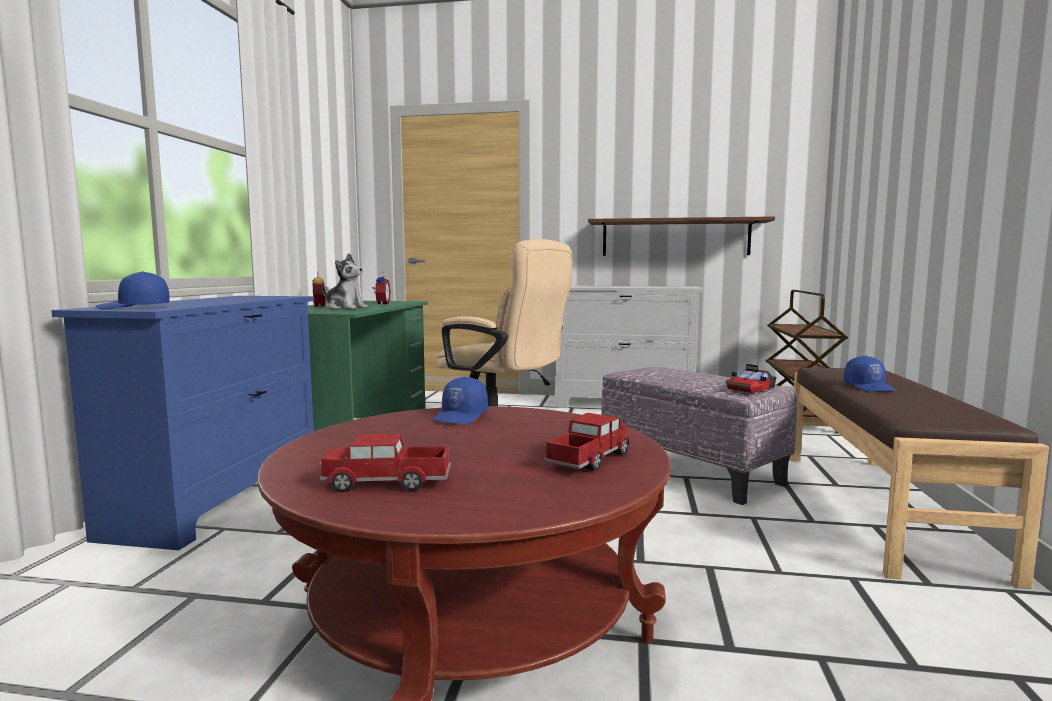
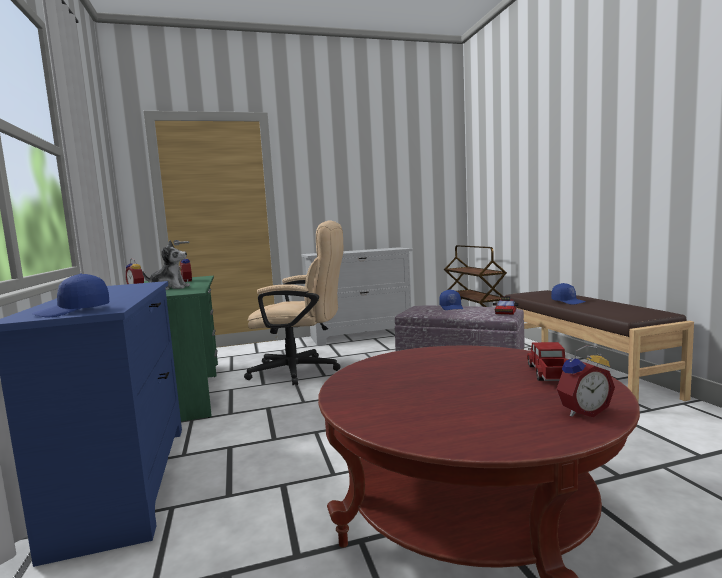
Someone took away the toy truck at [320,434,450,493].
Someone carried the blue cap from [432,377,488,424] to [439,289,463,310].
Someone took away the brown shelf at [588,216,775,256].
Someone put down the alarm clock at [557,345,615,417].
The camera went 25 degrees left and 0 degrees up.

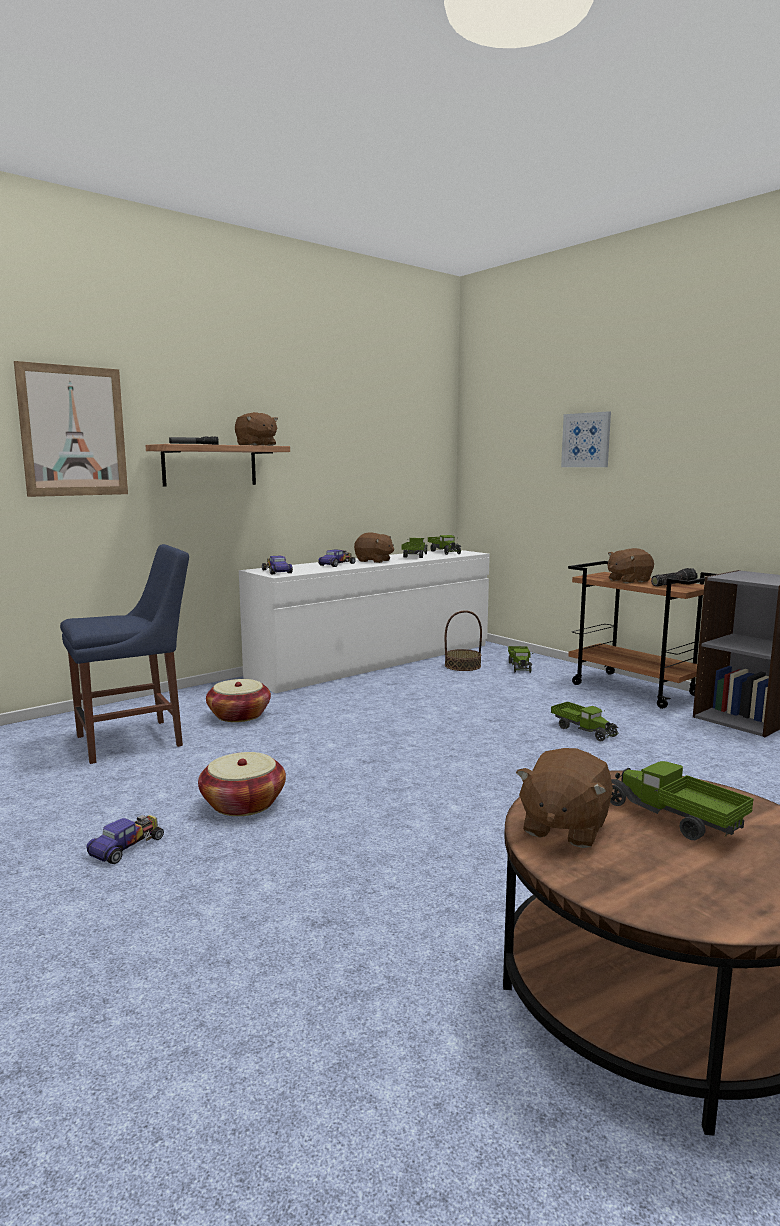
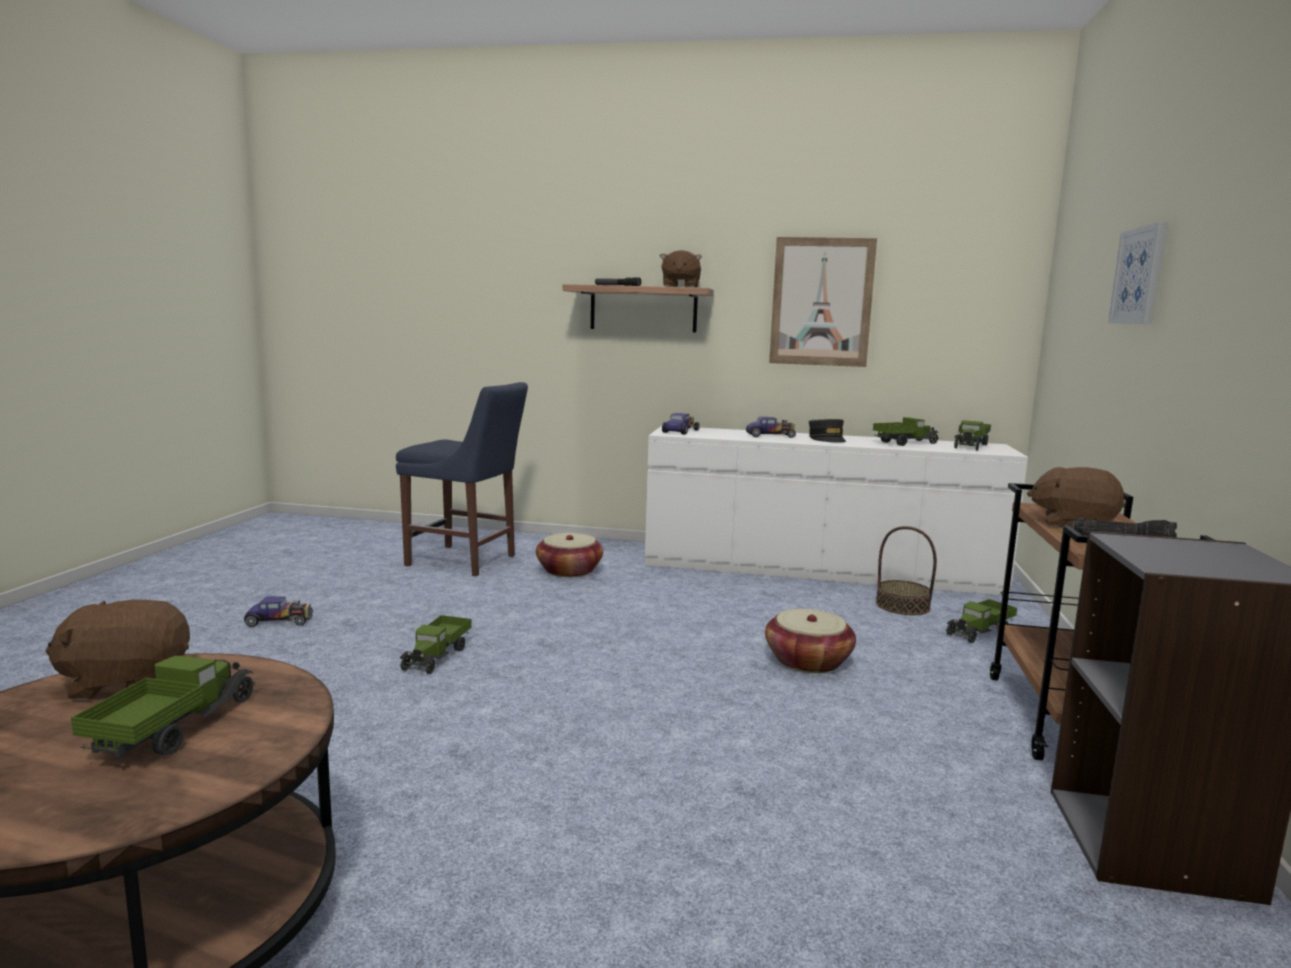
Someone carried the picture from [14,361,128,497] to [769,237,877,367].
Someone carried the basket from [198,752,286,816] to [765,609,856,673].
Someone swapped the brown plush toy at [354,533,394,563] for the grey cap at [809,419,846,443].
Someone carried the toy truck from [551,702,618,741] to [400,615,472,674].
The camera went 50 degrees right and 0 degrees up.

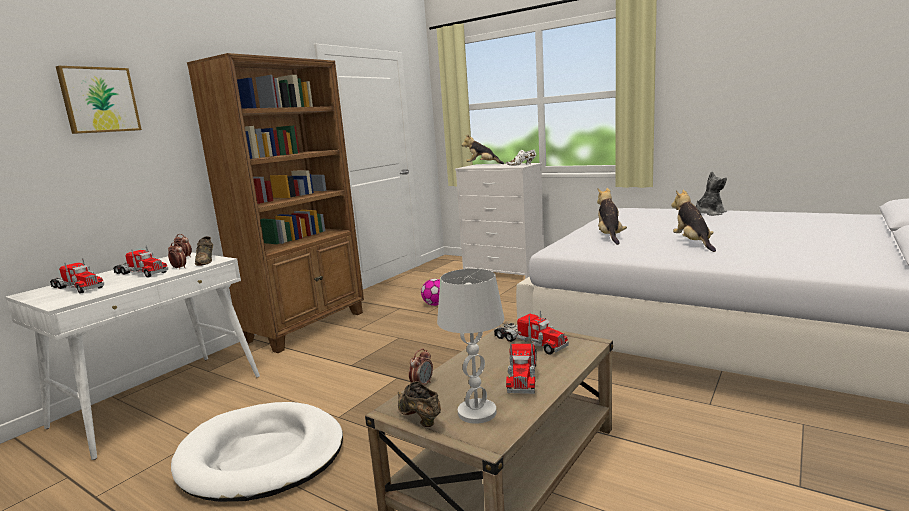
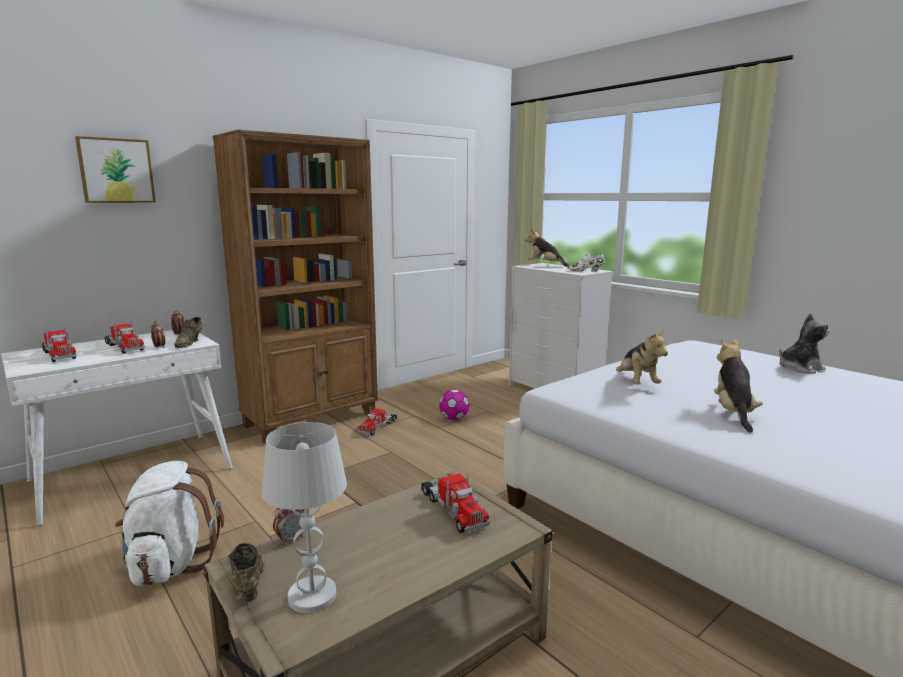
Someone swapped the white dog bed at [171,402,343,502] for the white backpack at [115,461,224,586].
Someone carried the toy truck from [506,344,537,394] to [358,408,397,435].
Someone rotated the plush toy at [597,188,627,245] by 150 degrees clockwise.
The camera went 15 degrees right and 0 degrees up.

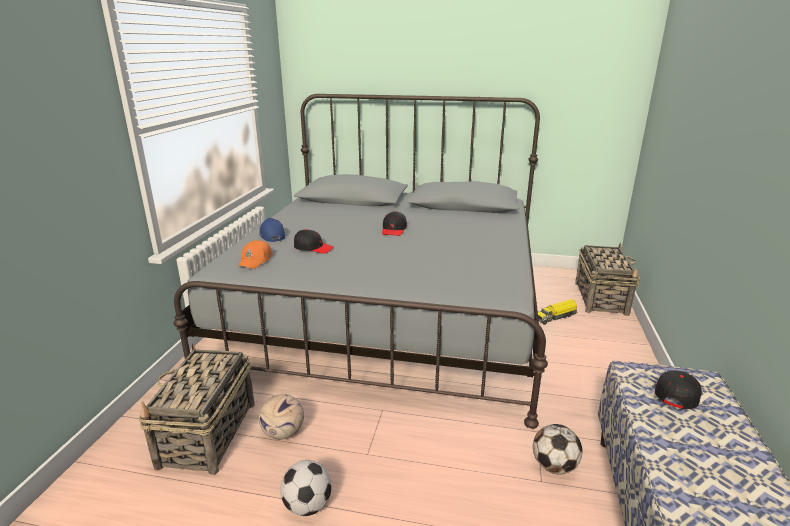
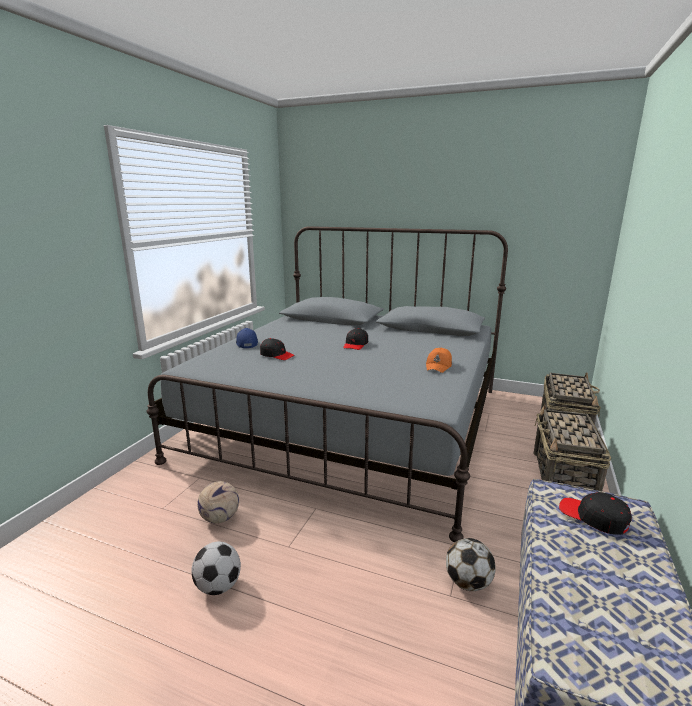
Someone carried the basket from [139,343,255,475] to [533,405,611,491].
Someone carried the orange cap from [239,240,273,269] to [426,347,452,373].
Someone took away the toy truck at [538,299,577,325].
Someone rotated the black cap at [655,370,702,409] by 90 degrees counterclockwise.
The camera went 10 degrees right and 5 degrees down.

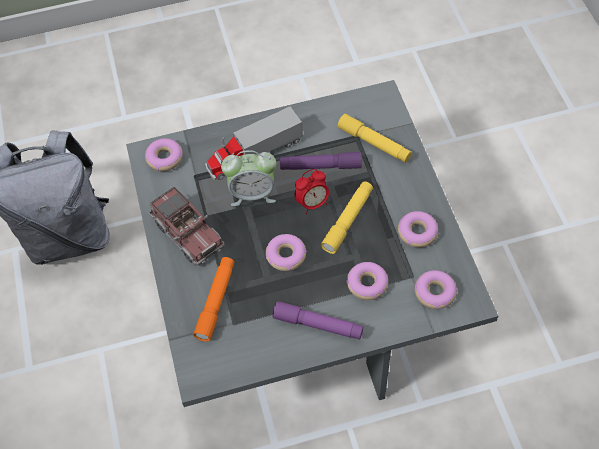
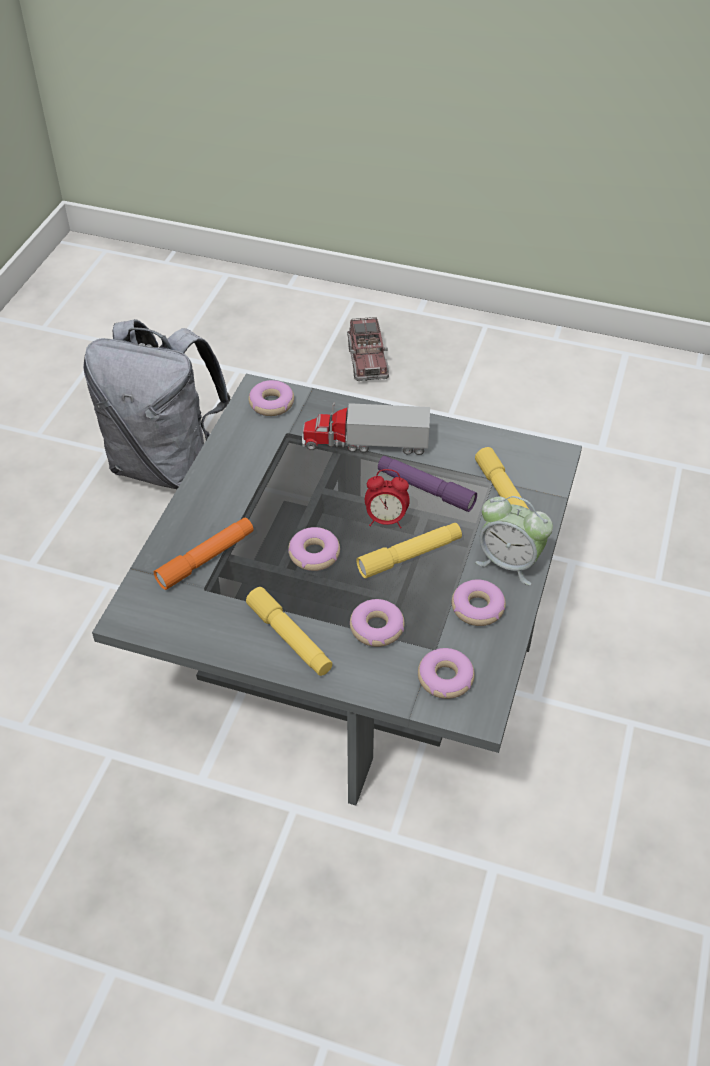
Someone carried the toy truck from [149,187,225,266] to [347,317,389,381].
Someone carried the alarm clock from [221,150,276,206] to [475,496,553,585].
Someone repainted the purple flashlight at [273,301,364,340], which became the yellow flashlight at [246,587,332,676].
The camera went 30 degrees right and 10 degrees down.

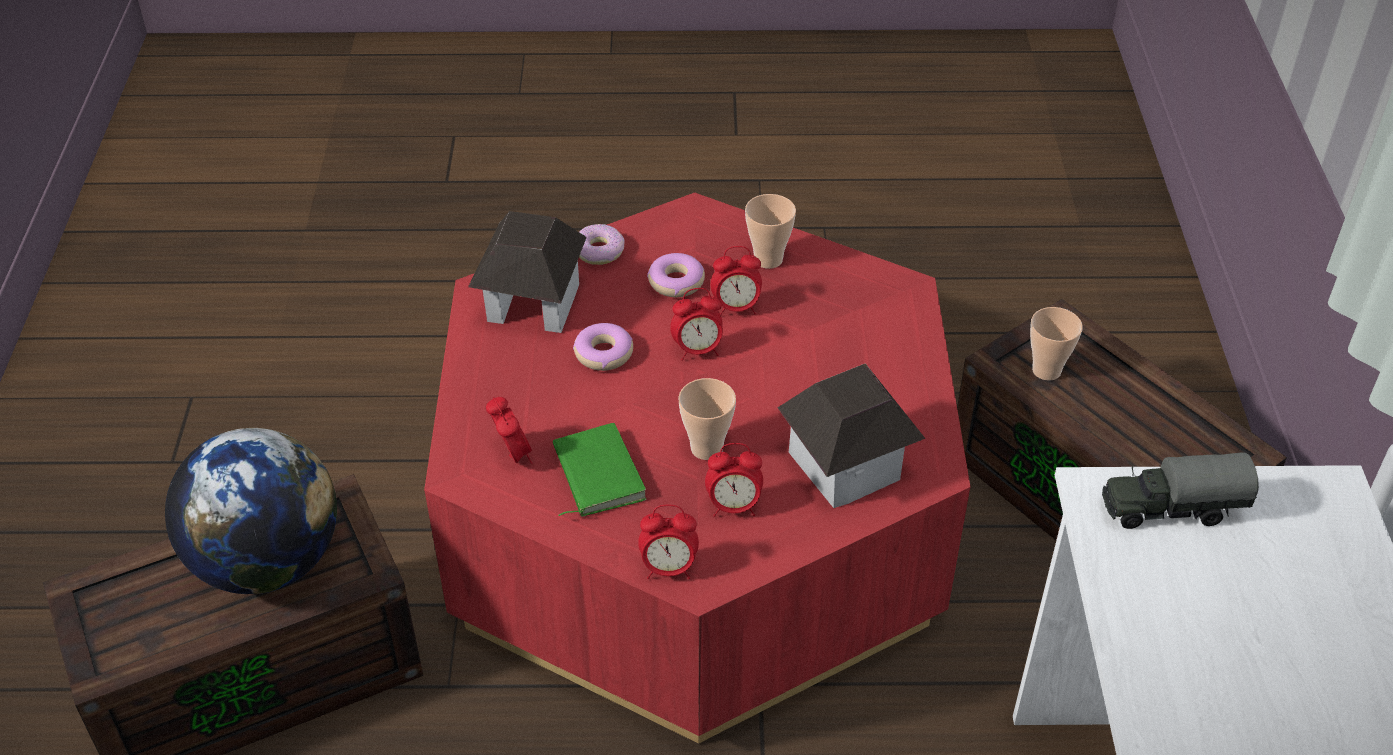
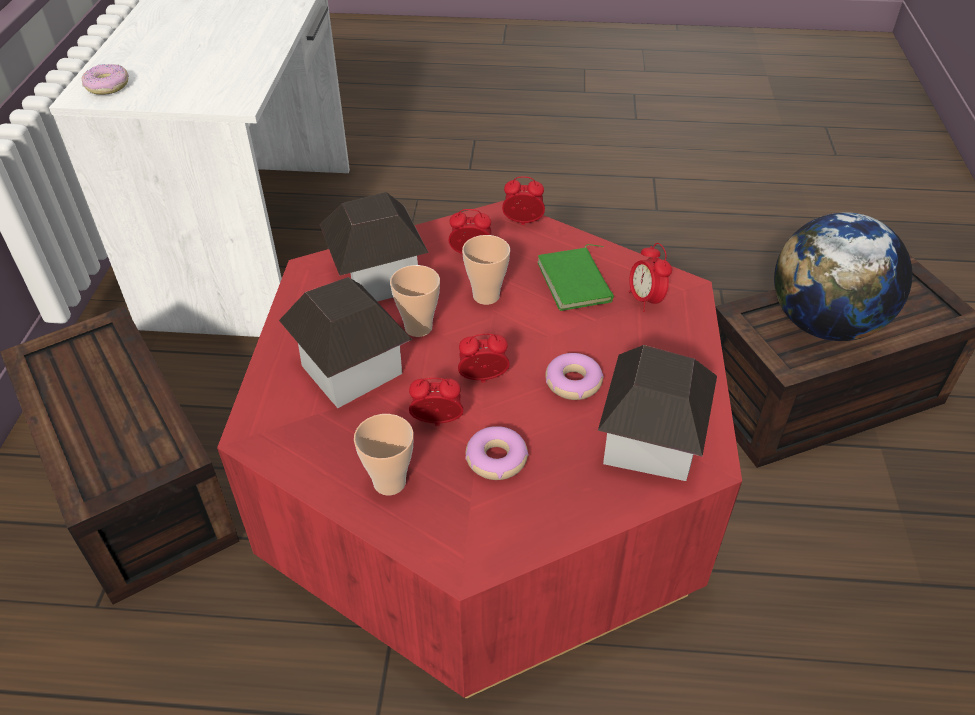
Someone carried the donut from [579,224,625,265] to [82,64,129,95].
Someone carried the cup from [1030,307,1083,381] to [390,265,440,337].
Someone took away the toy truck at [1102,452,1259,529].
Someone put down the toy house at [279,277,412,408].
The camera went 175 degrees left and 0 degrees up.

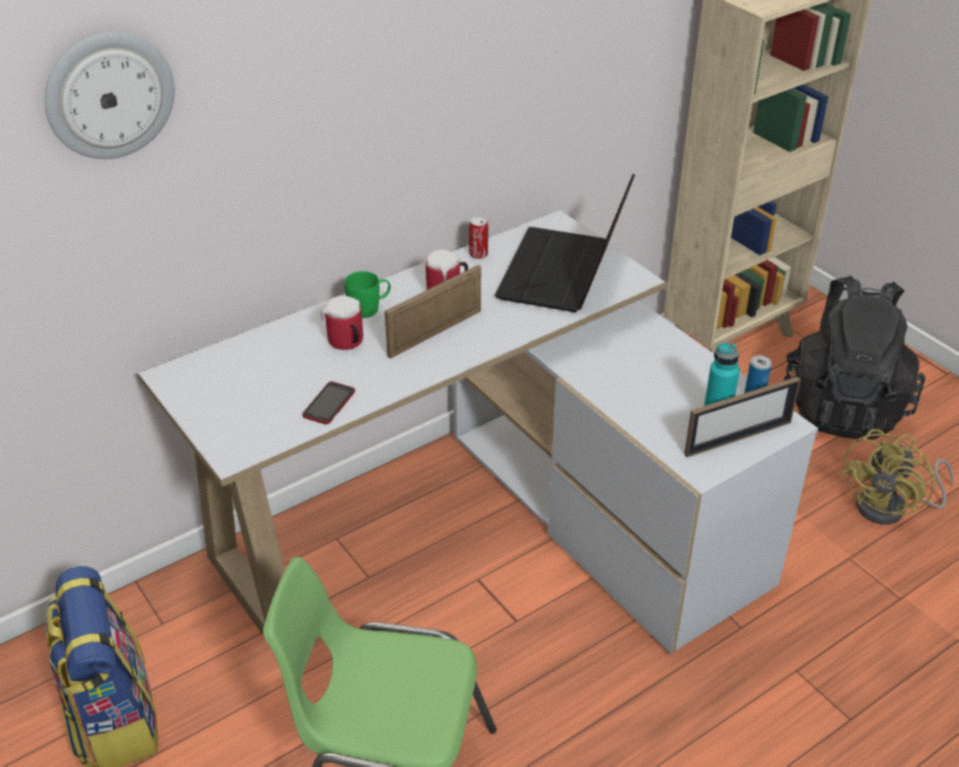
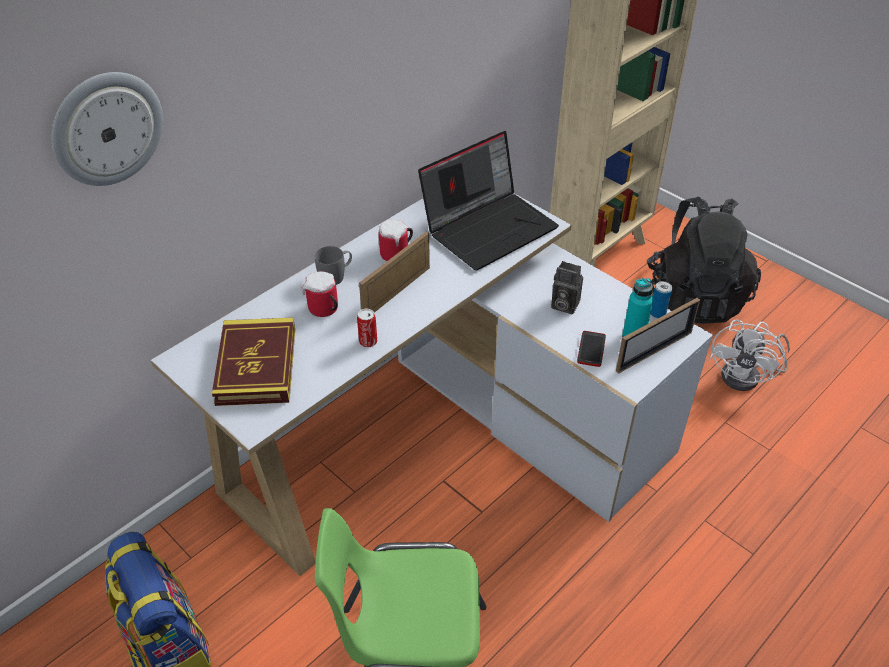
Someone carried the phone from [302,381,355,424] to [577,331,606,367].
Someone repainted the green mug at [345,271,391,318], which became the grey mug at [315,246,352,285].
Someone carried the can from [469,216,488,259] to [357,309,377,347].
Someone rotated the laptop at [495,174,635,312] by 135 degrees counterclockwise.
Someone repainted the yellow fan at [840,429,954,524], which became the white fan at [710,320,790,391].
Someone put down the book at [212,318,295,406].
Someone put down the photo camera at [551,261,583,314].
The camera went 10 degrees left and 5 degrees up.

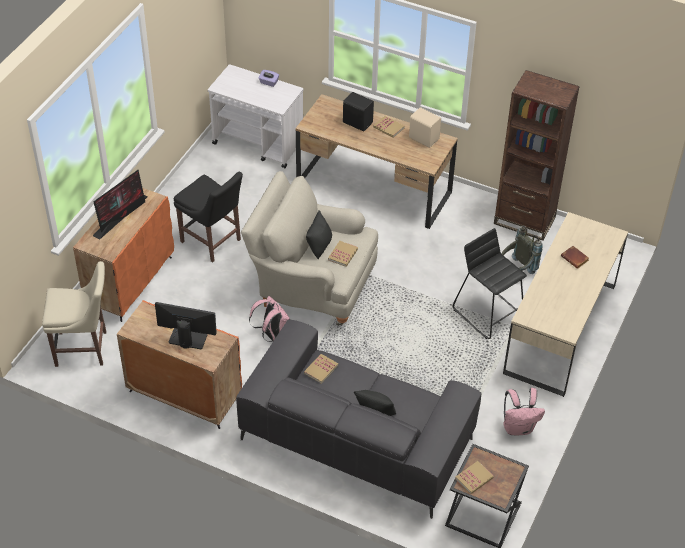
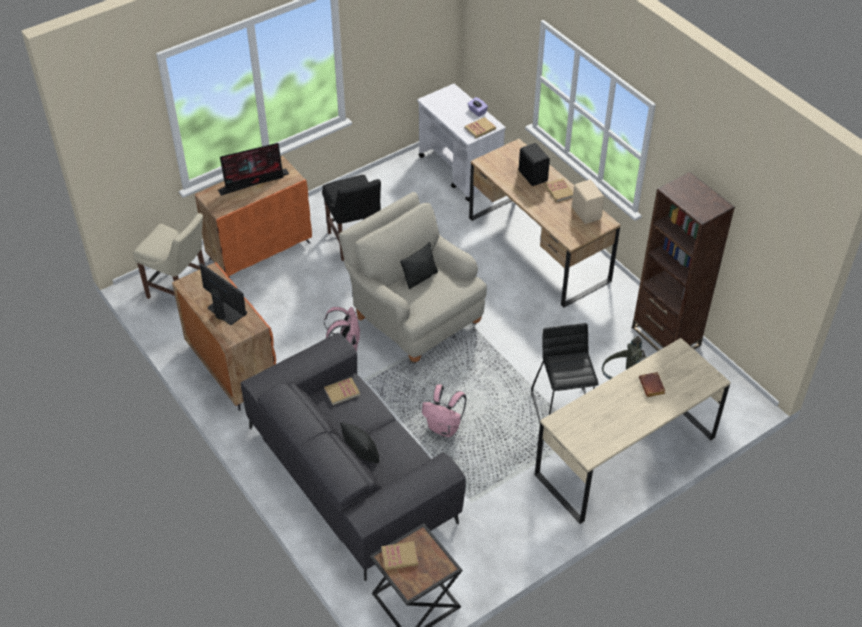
Someone carried the book from [328,241,358,267] to [464,117,496,138].
Someone carried the pink backpack from [504,388,545,435] to [422,384,466,437].
The camera went 30 degrees right and 0 degrees up.

